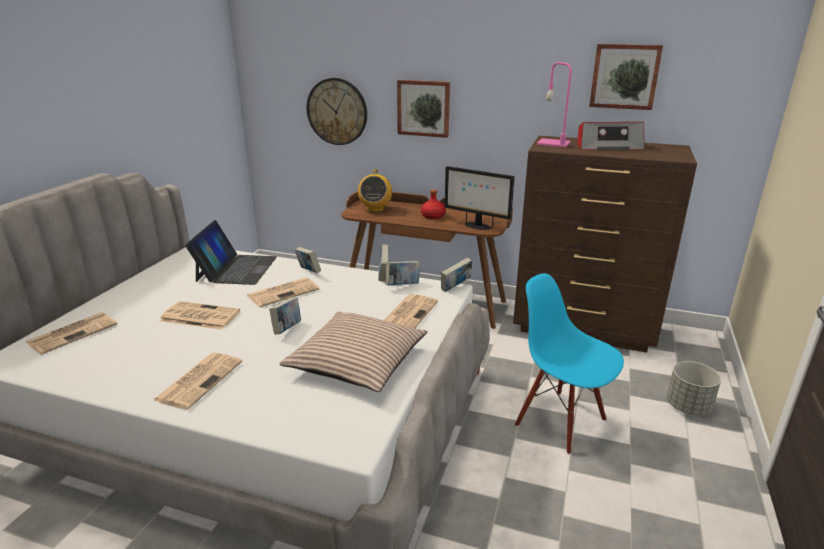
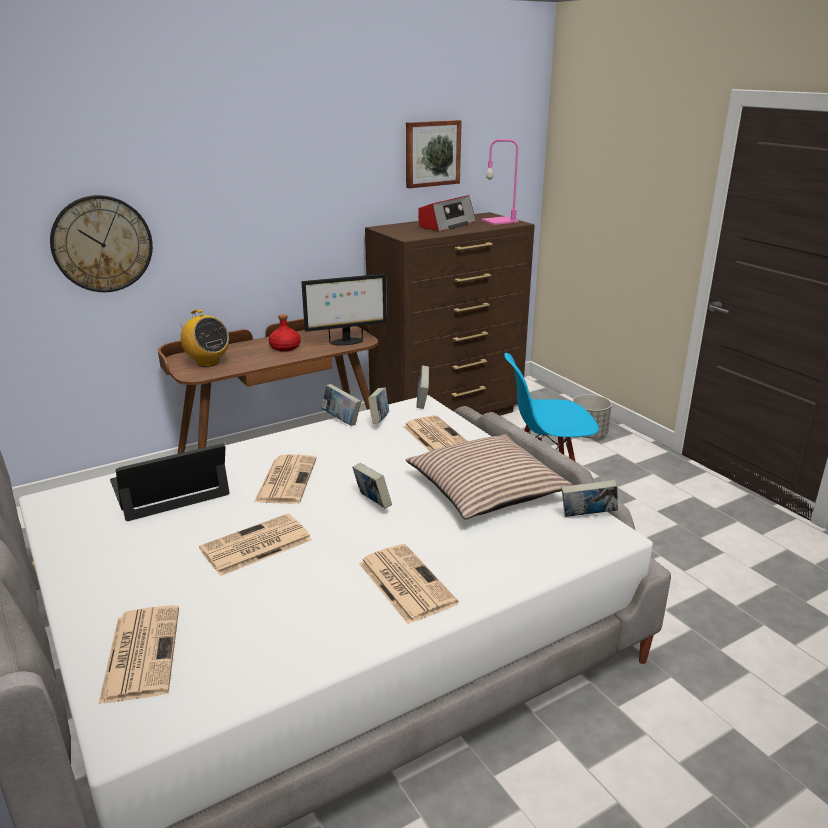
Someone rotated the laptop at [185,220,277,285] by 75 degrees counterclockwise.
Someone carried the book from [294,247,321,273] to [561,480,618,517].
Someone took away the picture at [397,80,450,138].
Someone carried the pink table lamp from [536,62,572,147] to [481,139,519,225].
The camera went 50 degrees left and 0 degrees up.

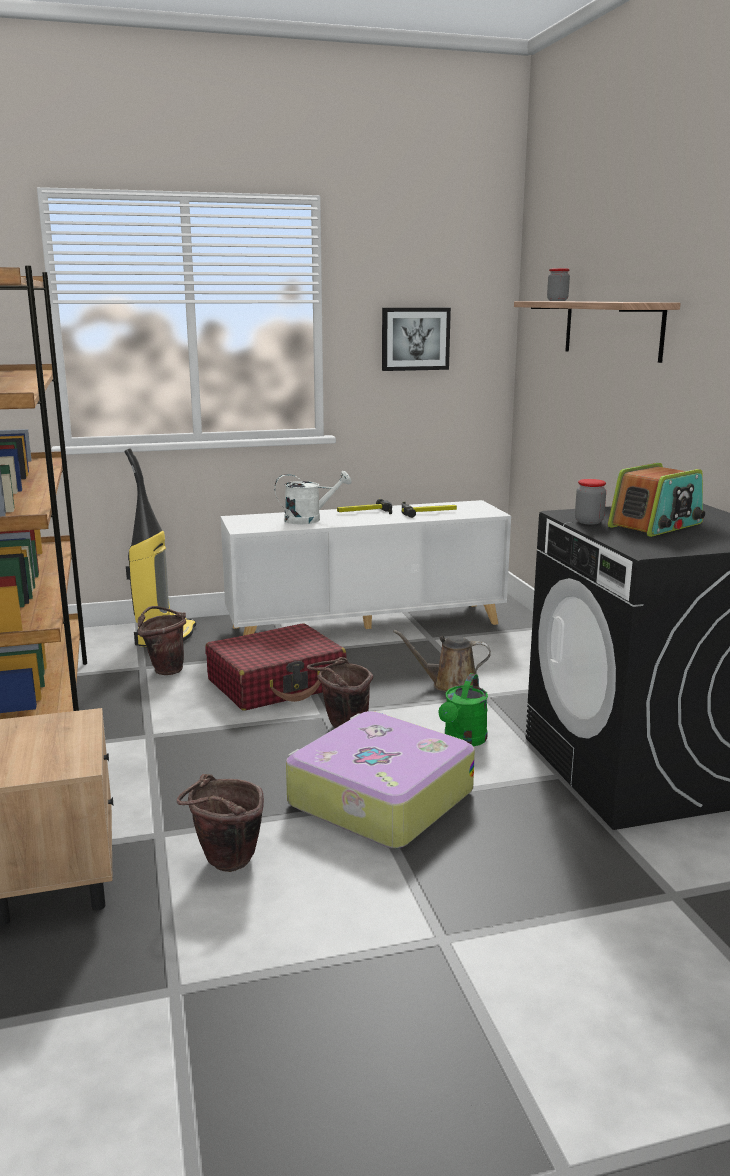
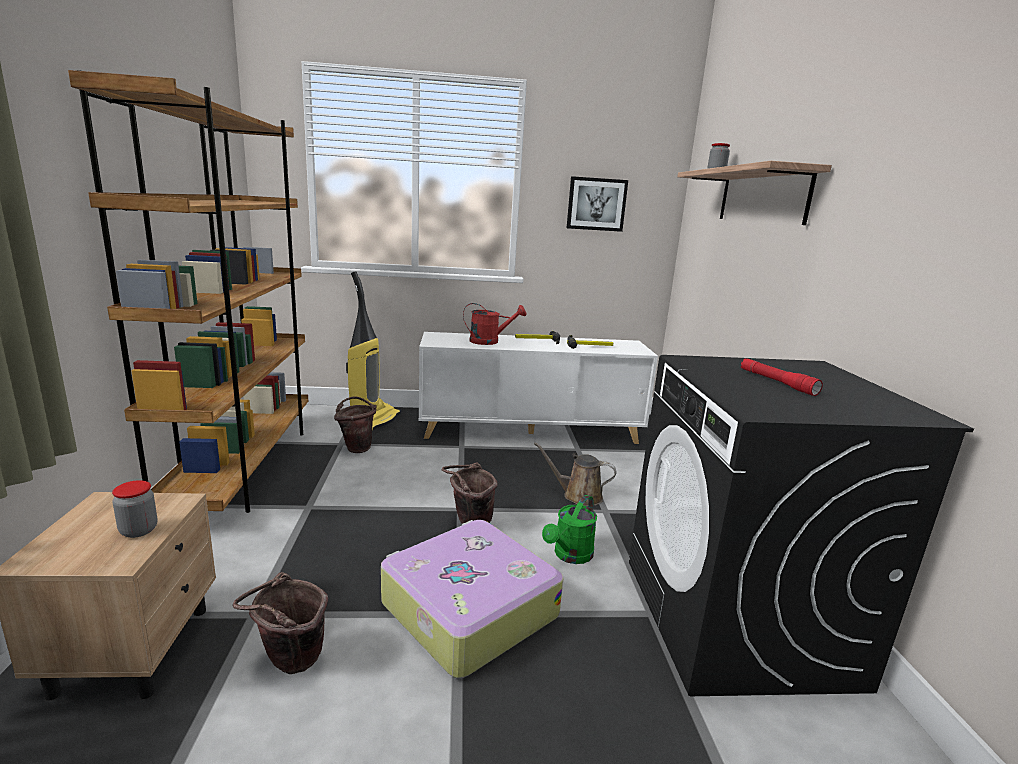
Someone took away the red suitcase at [205,623,347,711].
Someone repainted the white watering can at [274,471,352,524], which became the red watering can at [463,303,526,345].
Someone carried the jar from [575,479,606,525] to [112,480,157,538].
Someone swapped the radio at [608,463,705,537] for the red flashlight at [741,359,823,396].
The camera went 10 degrees right and 0 degrees up.

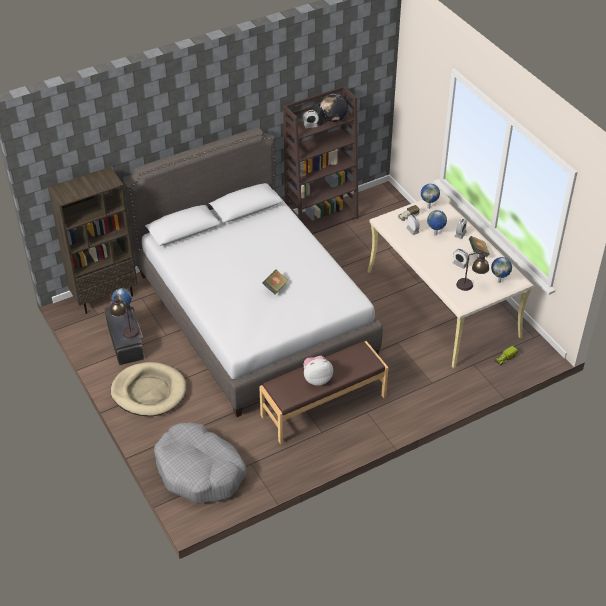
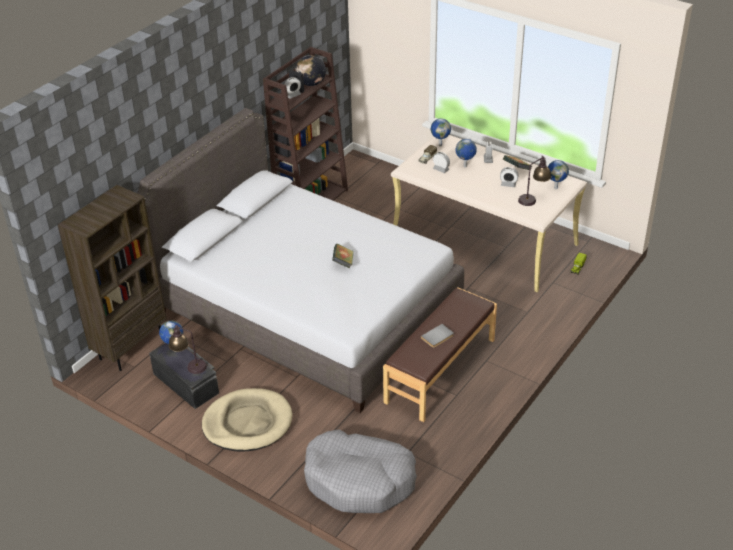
Someone swapped the plush toy at [303,356,333,386] for the grey book at [421,324,454,348].
The camera went 25 degrees left and 5 degrees down.

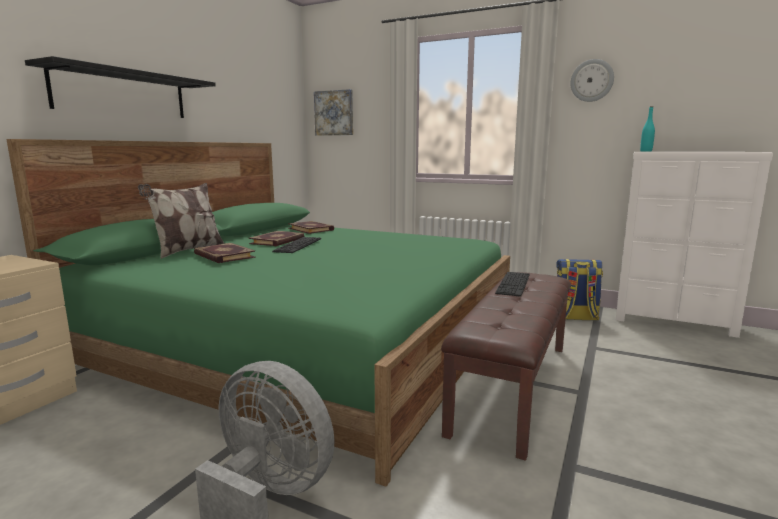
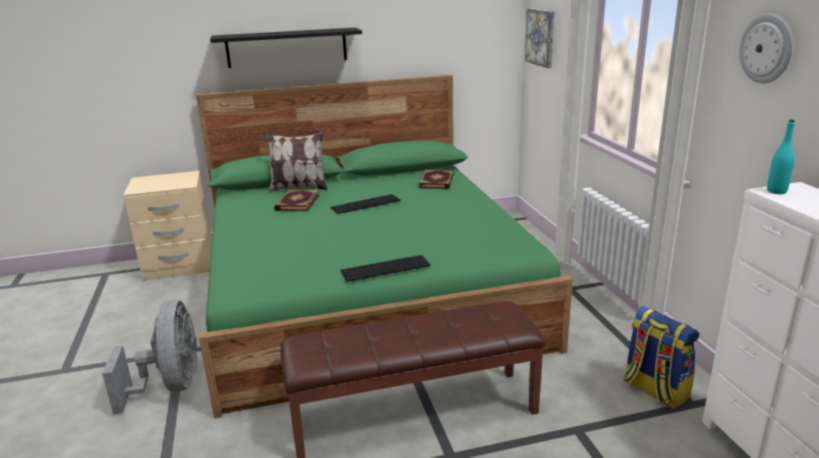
Someone took away the book at [249,231,304,246].
Someone carried the keyboard from [495,272,530,297] to [340,255,431,282].
The camera went 50 degrees right and 10 degrees up.

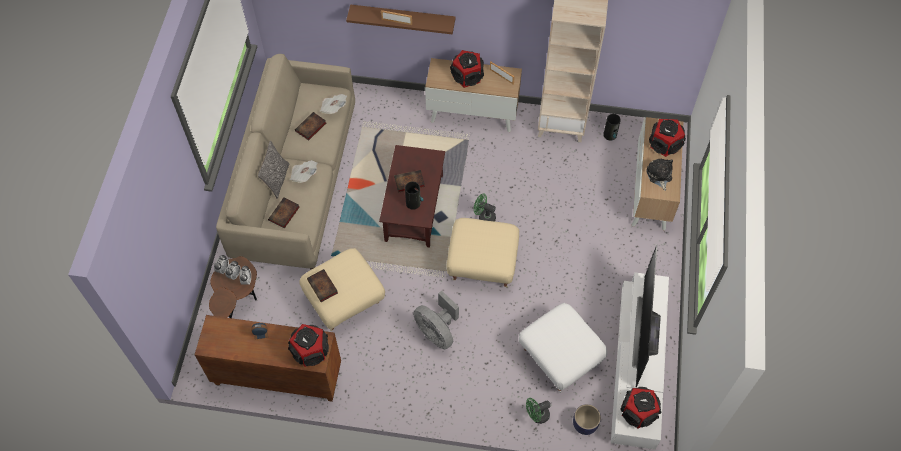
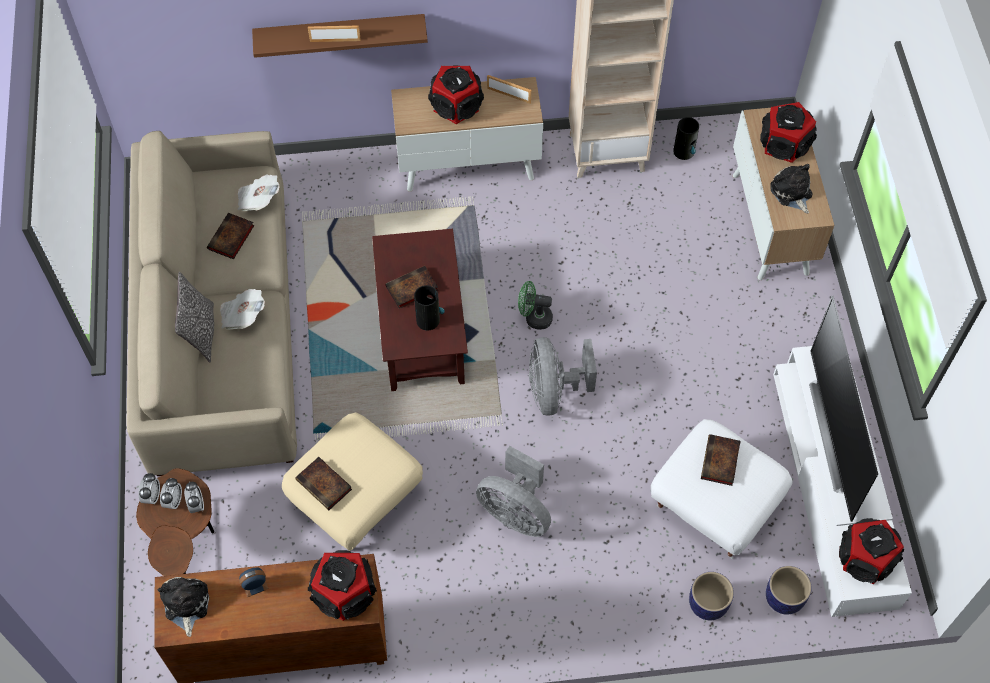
Someone carried the book from [268,197,299,229] to [701,434,741,486].
Someone swapped the beige ottoman at [447,218,519,287] for the grey fan at [529,337,597,416].
Someone swapped the green fan at [526,398,551,424] for the planter at [689,572,734,620].
Someone put down the plush toy at [158,577,209,637].
The camera went 15 degrees left and 0 degrees up.

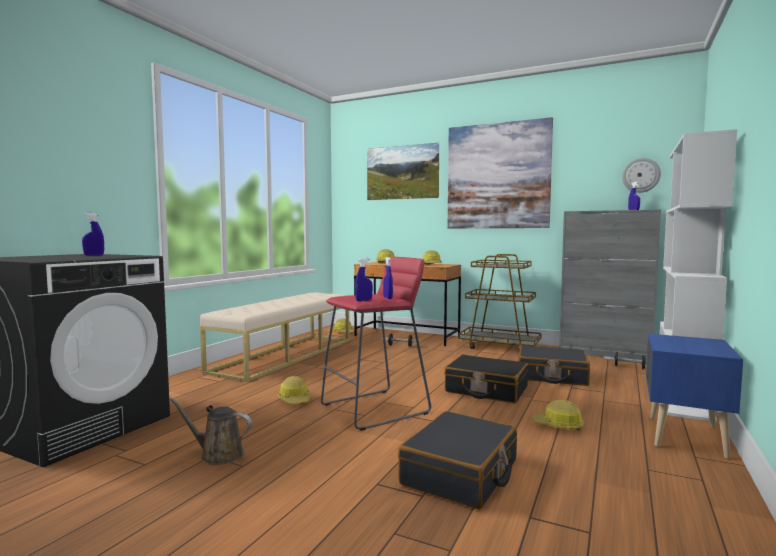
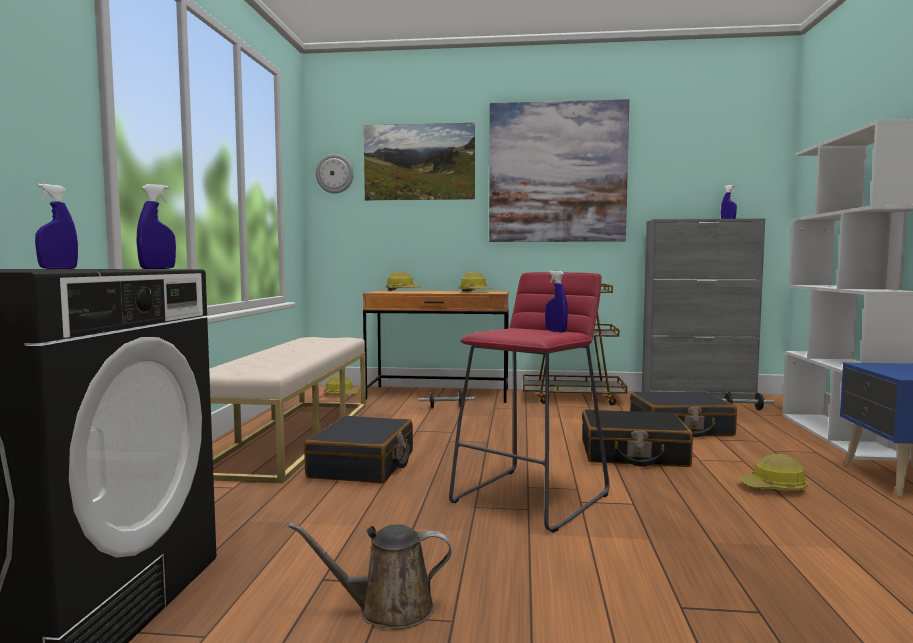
Someone took away the hard hat at [277,376,310,404].
Someone carried the blue spray bottle from [355,258,373,301] to [137,184,176,269].
Someone carried the black suitcase from [398,411,517,509] to [304,416,413,484].
Someone carried the wall clock from [622,158,661,193] to [316,154,354,193].
The camera went 20 degrees left and 0 degrees up.

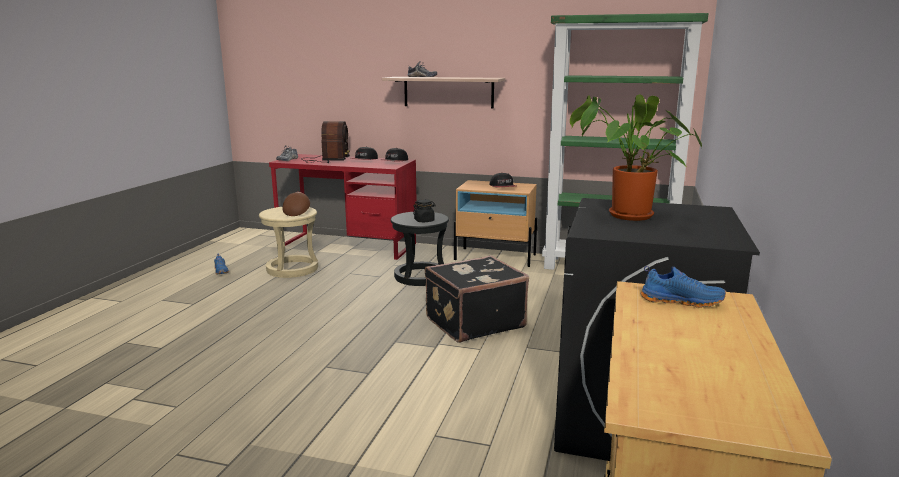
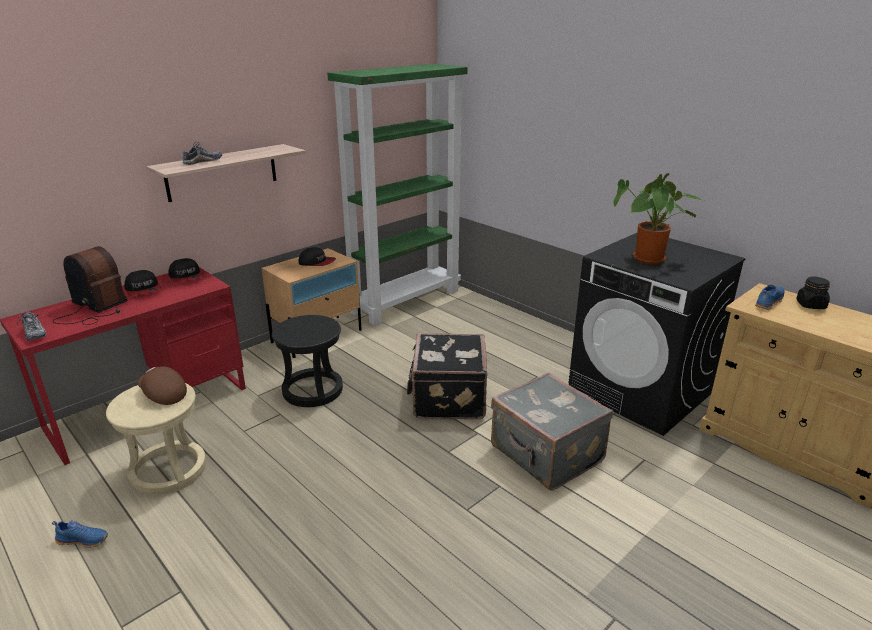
Someone carried the black jar from [413,199,436,222] to [796,277,830,309].
Someone put down the grey suitcase at [491,373,613,491].
The camera went 60 degrees left and 10 degrees up.

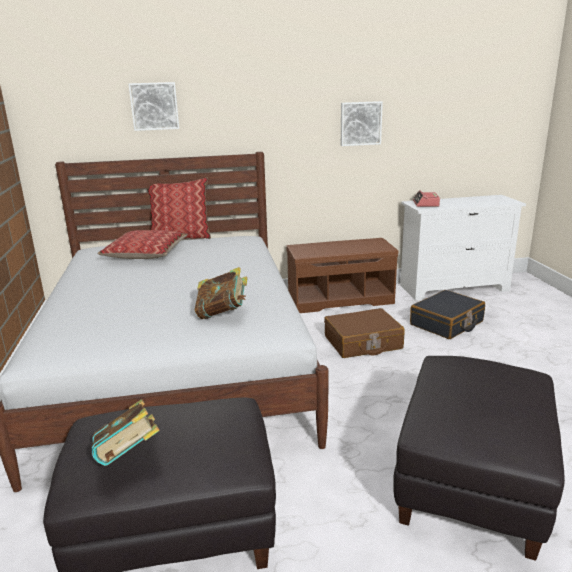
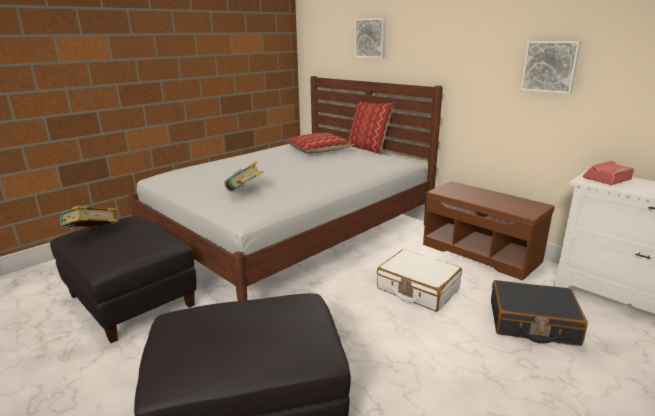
Someone repainted the brown suitcase at [324,308,405,358], which became the white suitcase at [377,249,462,312].
The camera went 55 degrees right and 0 degrees up.

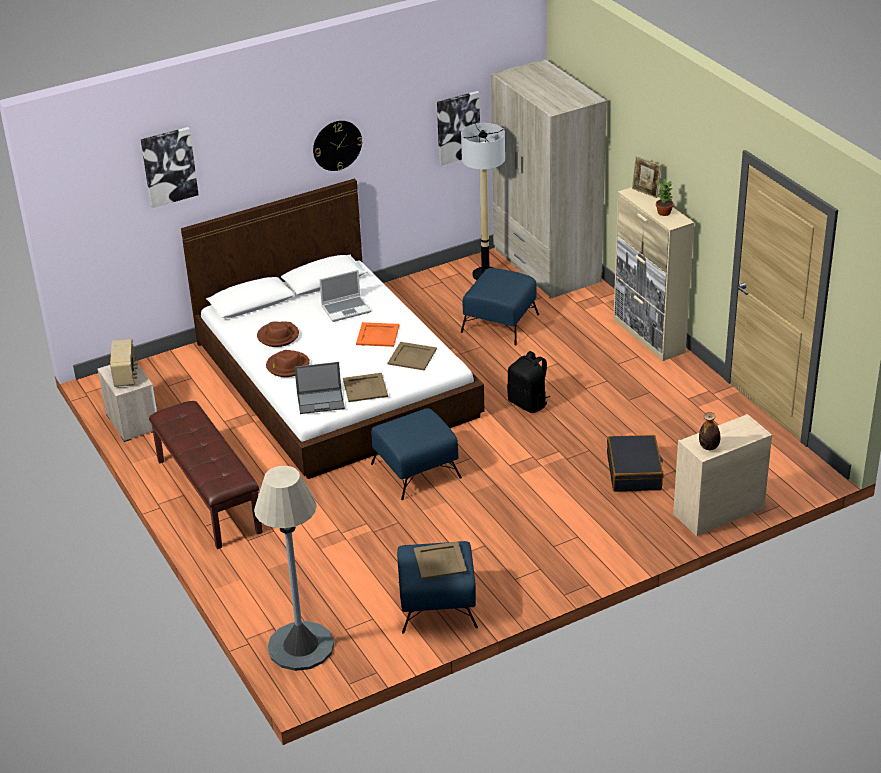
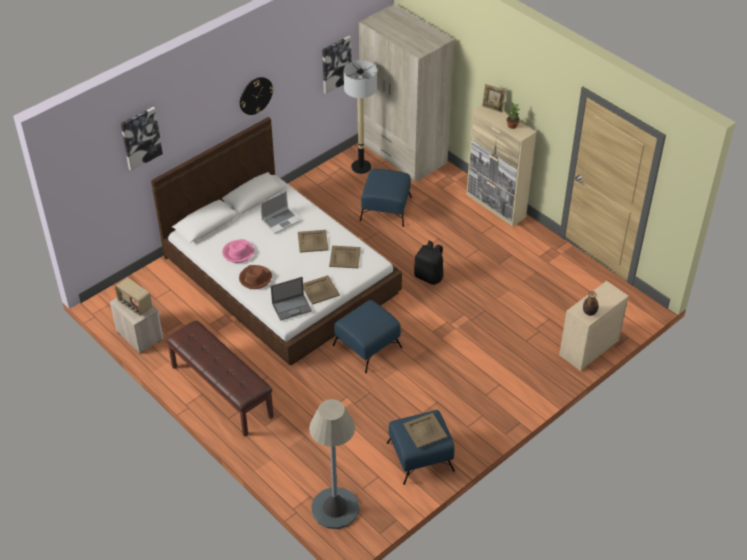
Someone rotated the radio at [110,339,138,387] by 150 degrees clockwise.
Someone repainted the brown hat at [257,321,299,347], which became the pink hat at [222,239,254,263].
Someone repainted the orange tray at [356,322,399,347], which became the beige tray at [298,230,328,253].
Someone took away the black suitcase at [607,435,664,492].
The camera went 15 degrees left and 10 degrees up.

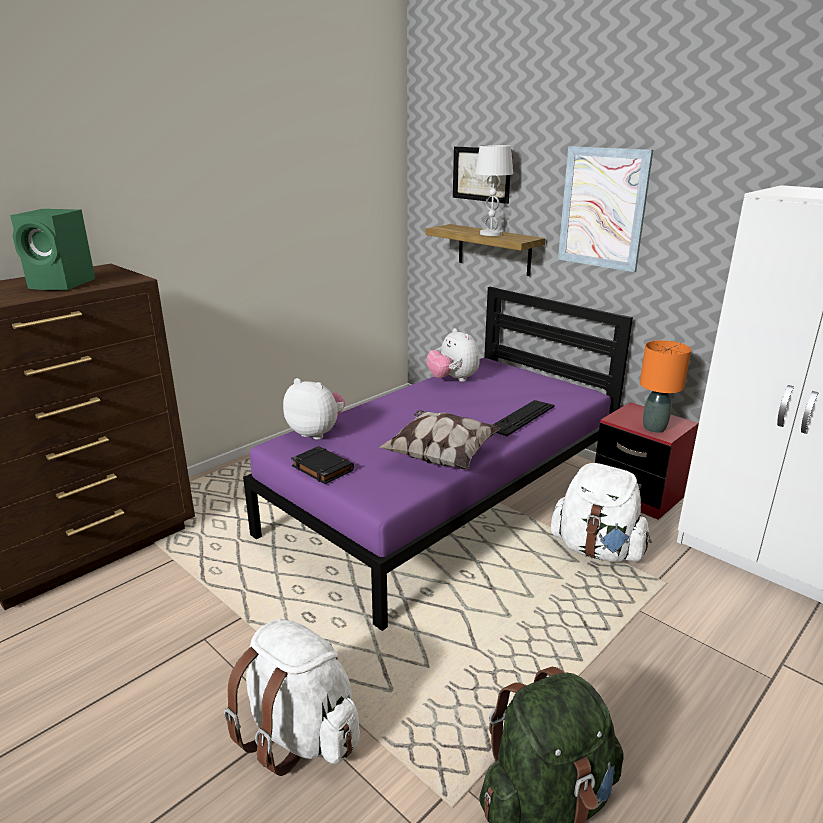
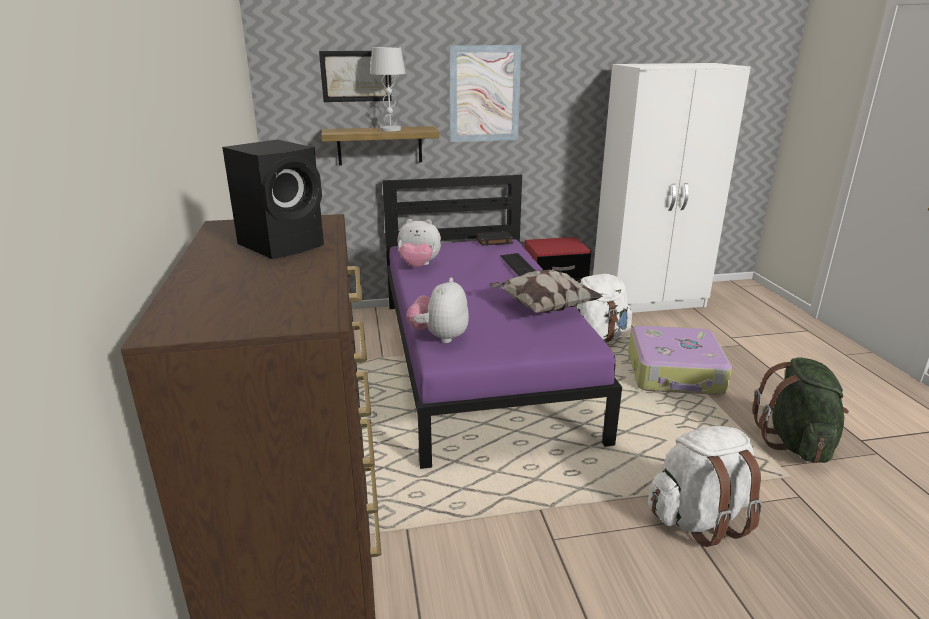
Someone repainted the green speaker at [10,209,95,290], which became the black speaker at [222,139,324,259].
Someone rotated the plush toy at [283,378,345,440] by 45 degrees counterclockwise.
Someone carried the black book from [291,446,354,484] to [476,231,514,246].
Someone took away the orange table lamp at [640,340,691,433].
Someone put down the suitcase at [628,326,732,395].
The camera went 55 degrees left and 0 degrees up.

